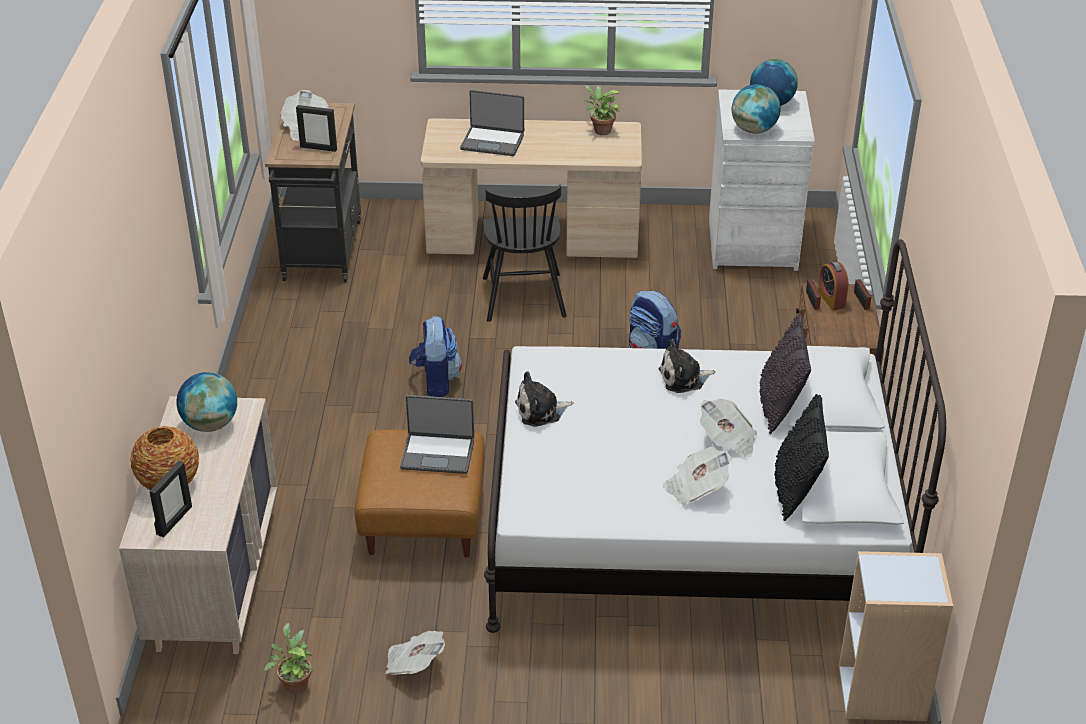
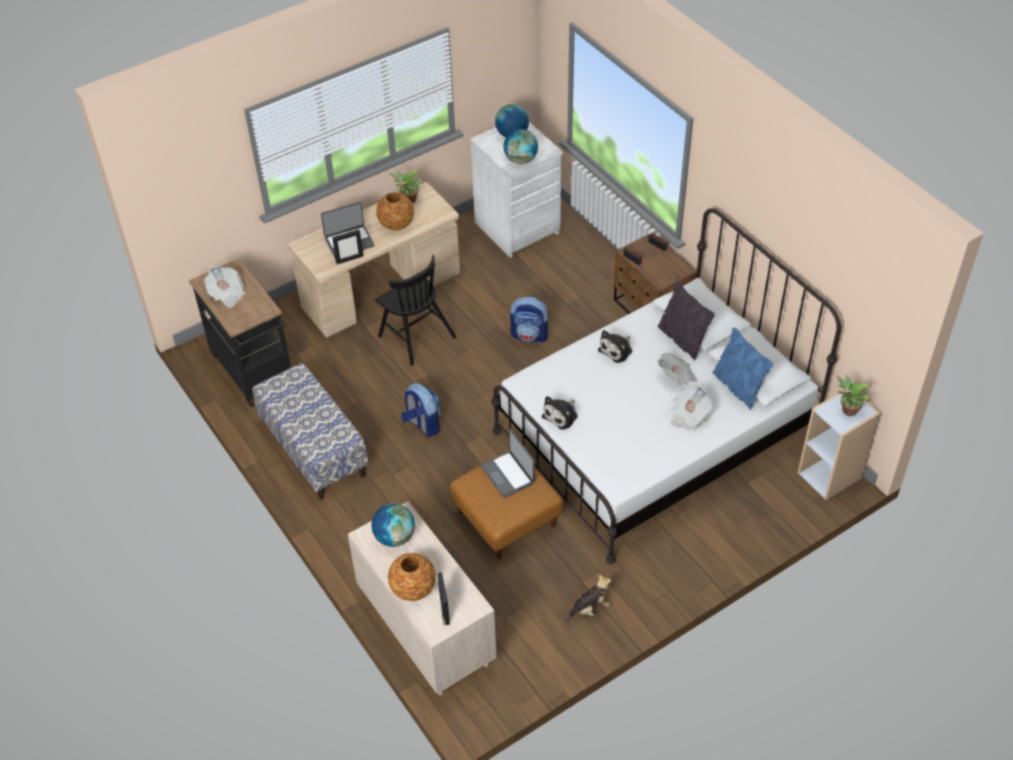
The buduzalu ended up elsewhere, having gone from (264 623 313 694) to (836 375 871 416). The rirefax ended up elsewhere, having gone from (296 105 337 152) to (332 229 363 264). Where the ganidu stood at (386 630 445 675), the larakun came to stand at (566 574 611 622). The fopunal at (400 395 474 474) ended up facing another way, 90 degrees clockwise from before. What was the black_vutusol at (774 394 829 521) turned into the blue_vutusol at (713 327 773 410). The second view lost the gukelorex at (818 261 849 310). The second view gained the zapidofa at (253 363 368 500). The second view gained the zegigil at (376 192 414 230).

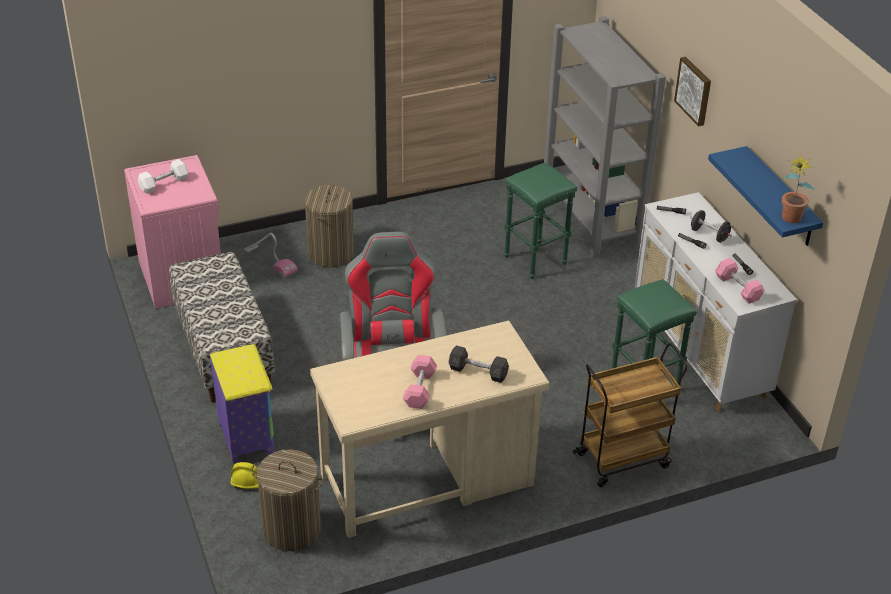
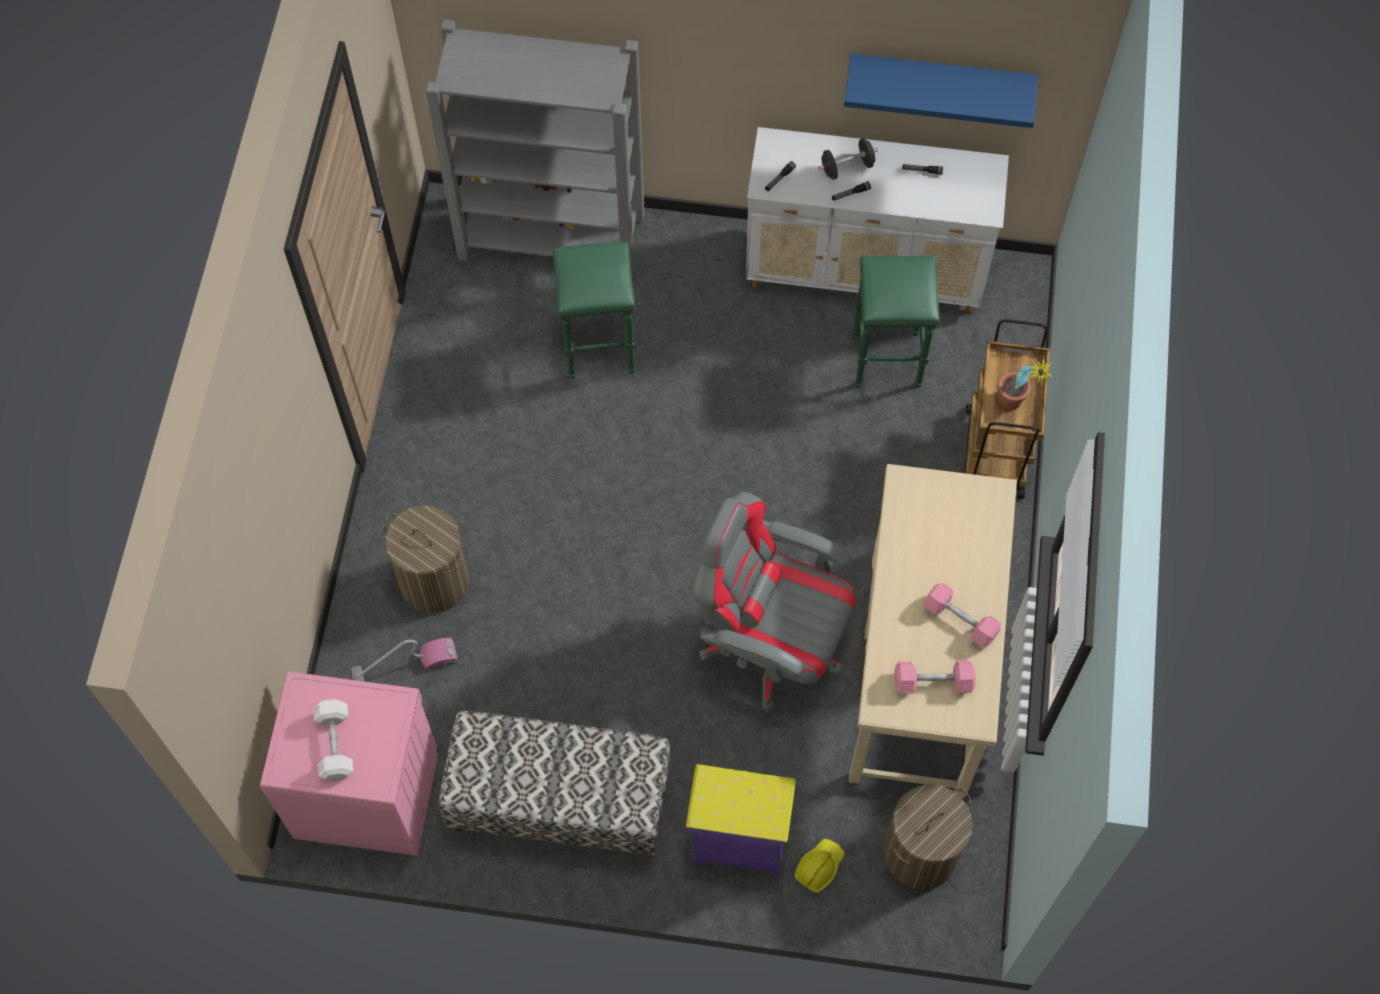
The second view lost the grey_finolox at (449 345 509 383). The second view lost the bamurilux at (674 57 711 126). The pink_finolox ended up elsewhere, having gone from (715 258 765 304) to (895 661 976 694). The buduzalu ended up elsewhere, having gone from (782 156 815 223) to (997 356 1053 410).

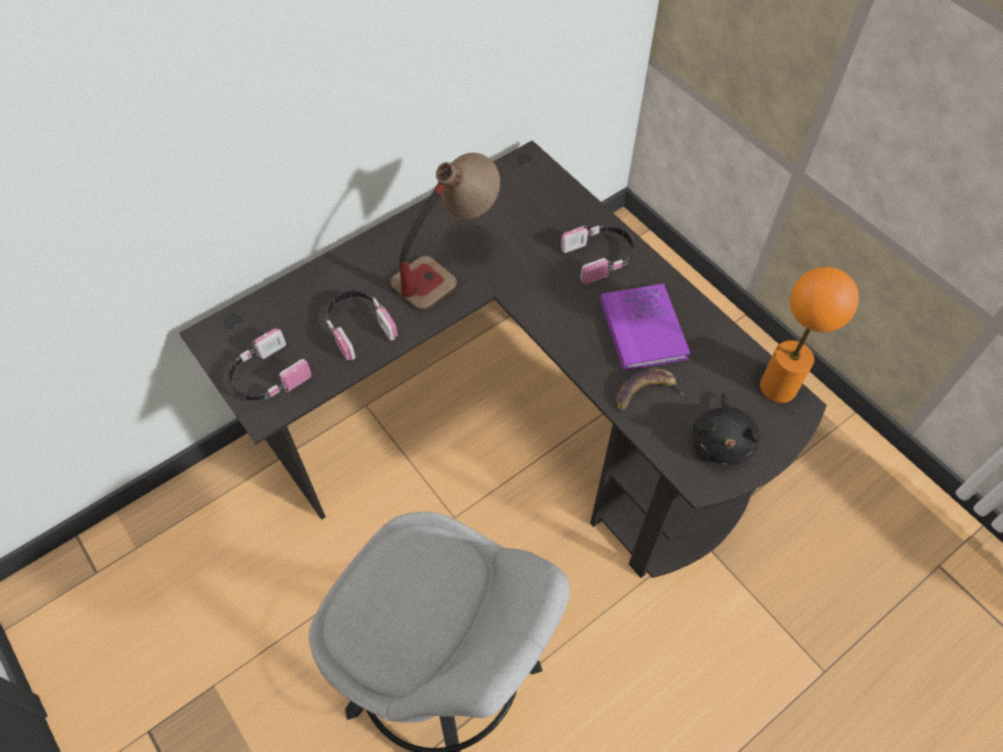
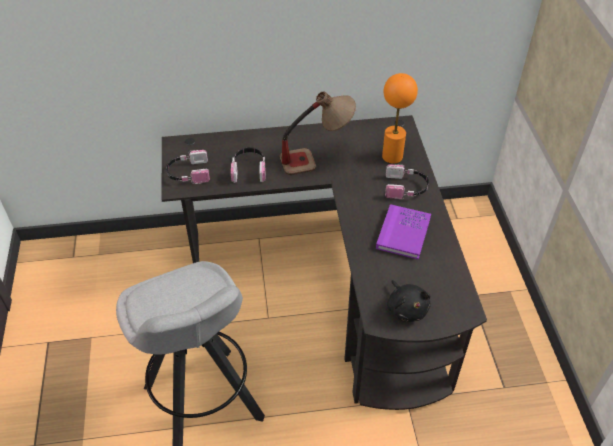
The second view lost the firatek at (616 368 685 412). The black_larakun at (693 393 760 466) ended up facing another way, 60 degrees counterclockwise from before. The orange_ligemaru ended up elsewhere, having gone from (760 267 859 403) to (382 73 418 164).

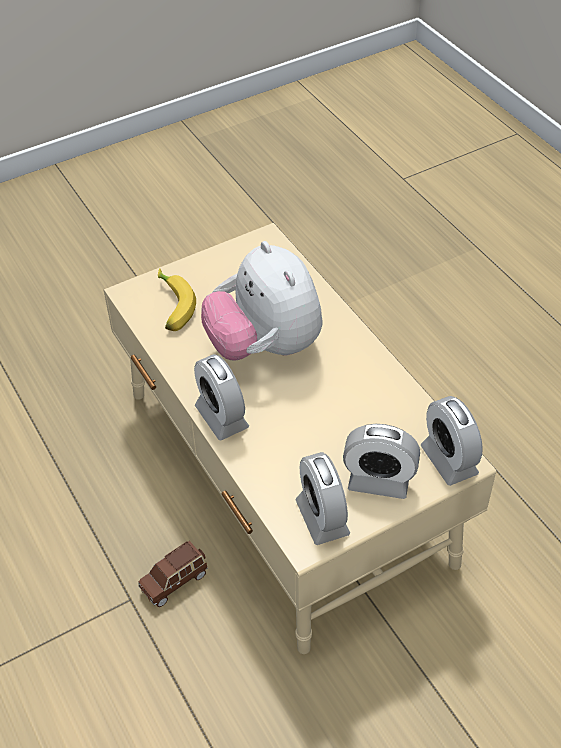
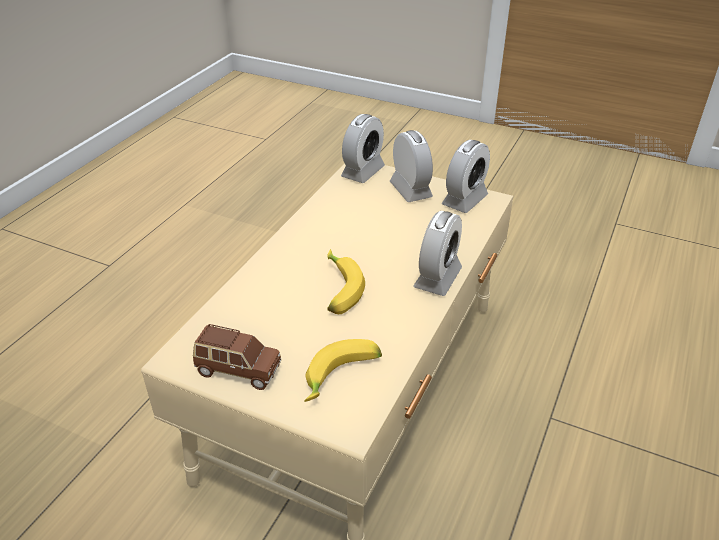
The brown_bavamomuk ended up elsewhere, having gone from (139 541 208 607) to (193 324 281 390). Where the larakun stood at (201 241 323 361), the firatek came to stand at (327 249 365 314).

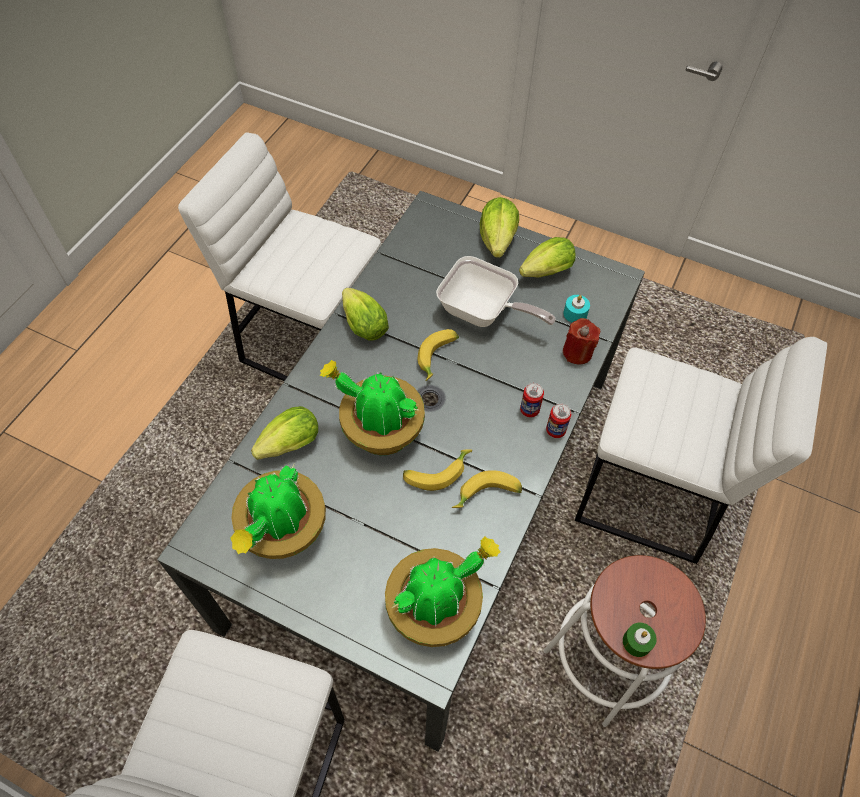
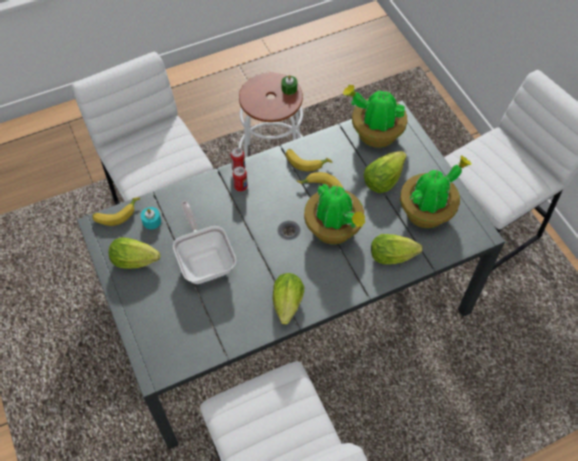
The firatek ended up elsewhere, having gone from (418 329 459 381) to (92 197 140 226). The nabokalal ended up elsewhere, having gone from (480 197 519 258) to (364 151 407 193). The second view lost the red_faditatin at (563 318 600 365).

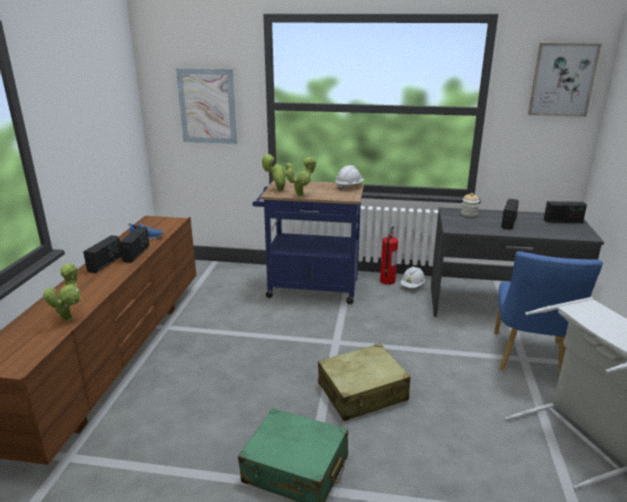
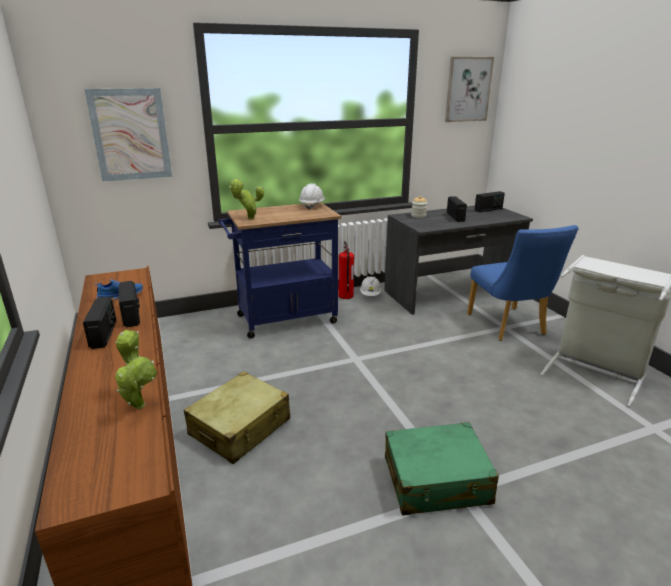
The second view lost the buduzalu at (286 157 316 197). The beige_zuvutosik ended up elsewhere, having gone from (318 343 410 421) to (184 371 290 464).

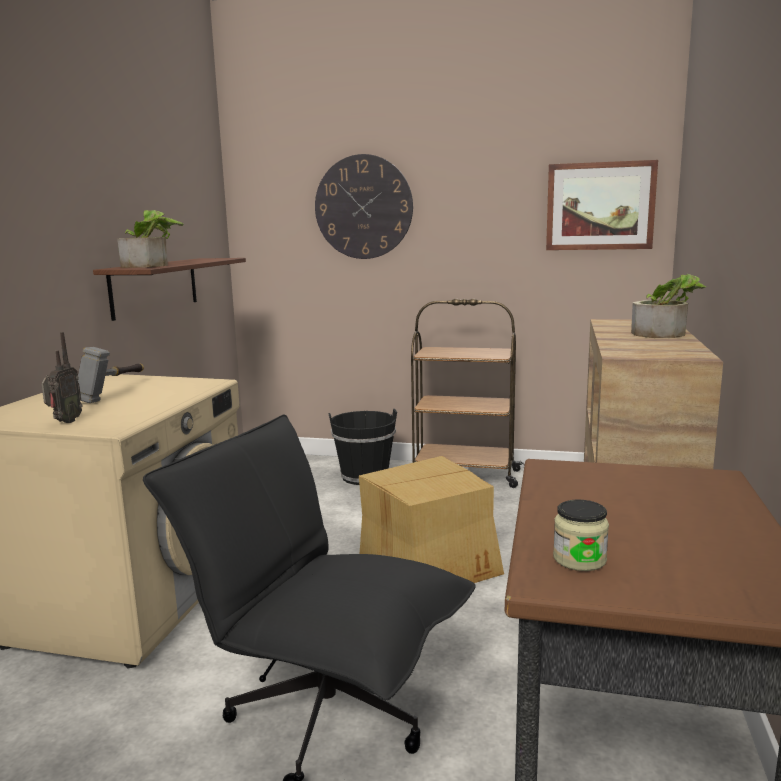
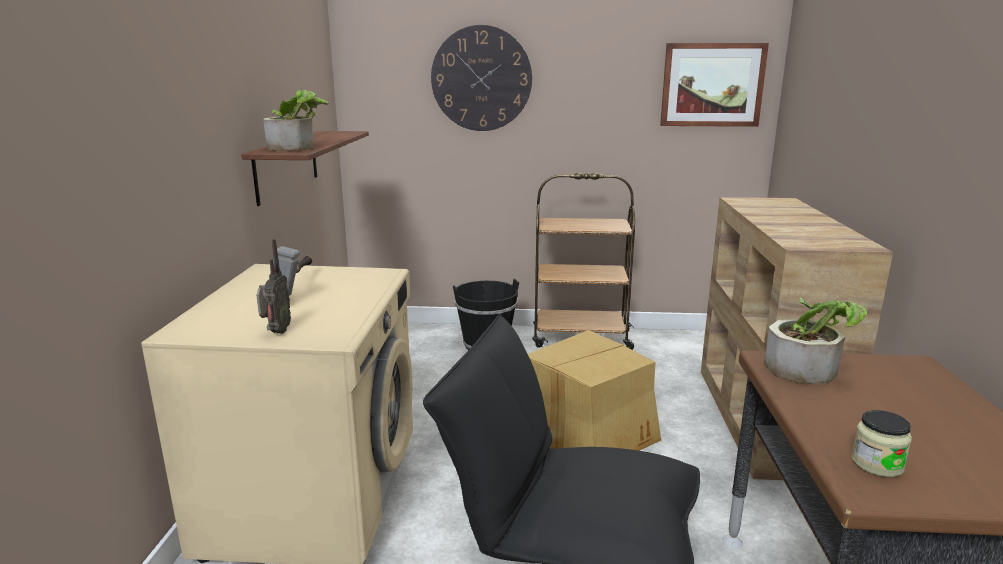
The buduzalu ended up elsewhere, having gone from (631 274 706 338) to (764 298 867 384).

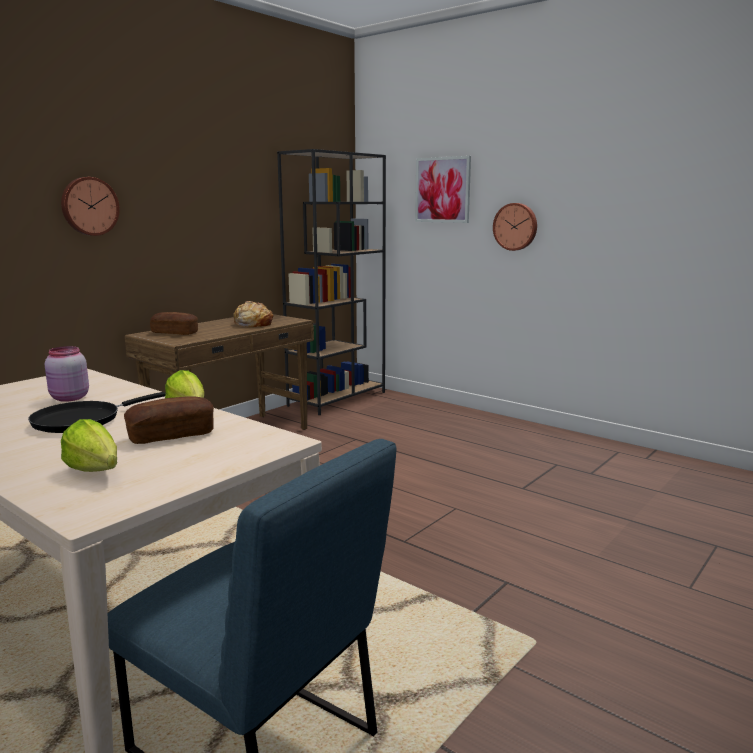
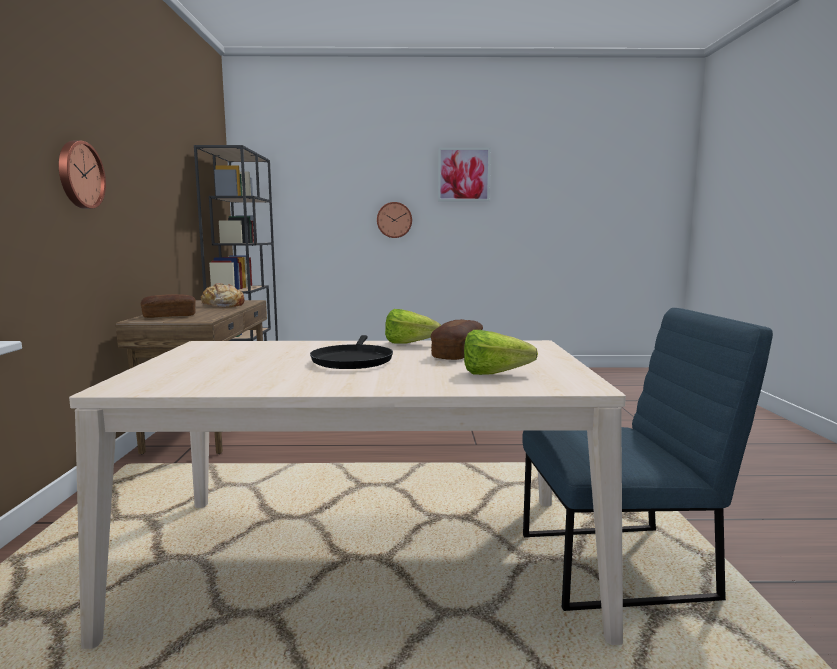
The second view lost the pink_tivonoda at (45 346 89 402). The bamurilux ended up elsewhere, having gone from (415 156 471 223) to (438 147 491 201).

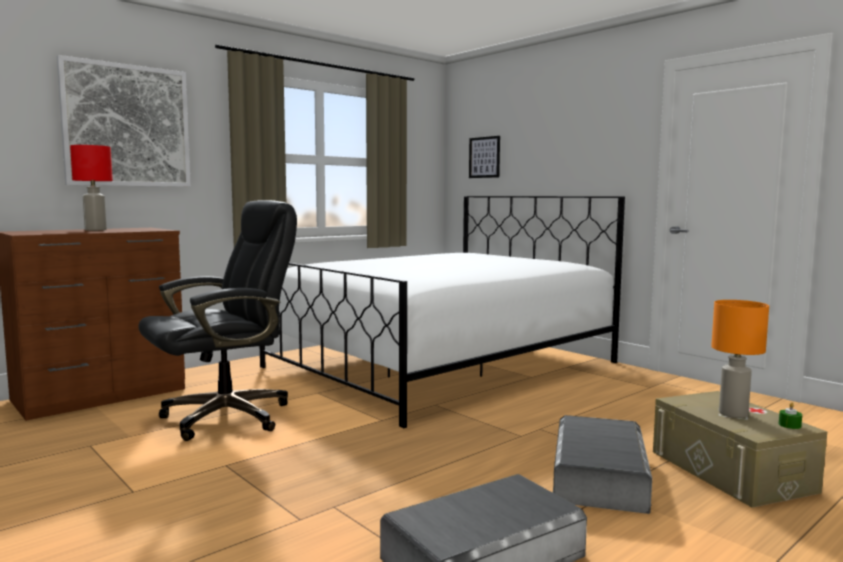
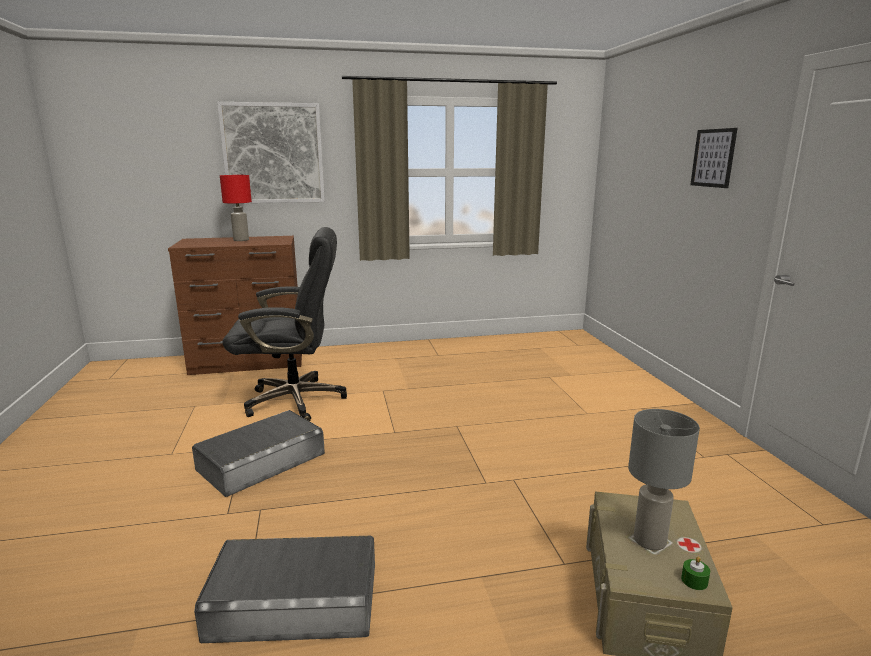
The second view lost the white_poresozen at (260 196 625 428). The bamurilux ended up elsewhere, having gone from (469 136 500 178) to (690 128 738 188). The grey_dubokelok ended up elsewhere, having gone from (553 415 652 514) to (192 410 325 497). What was the orange_ligemaru at (711 300 769 418) turned into the grey_ligemaru at (628 409 700 550).

